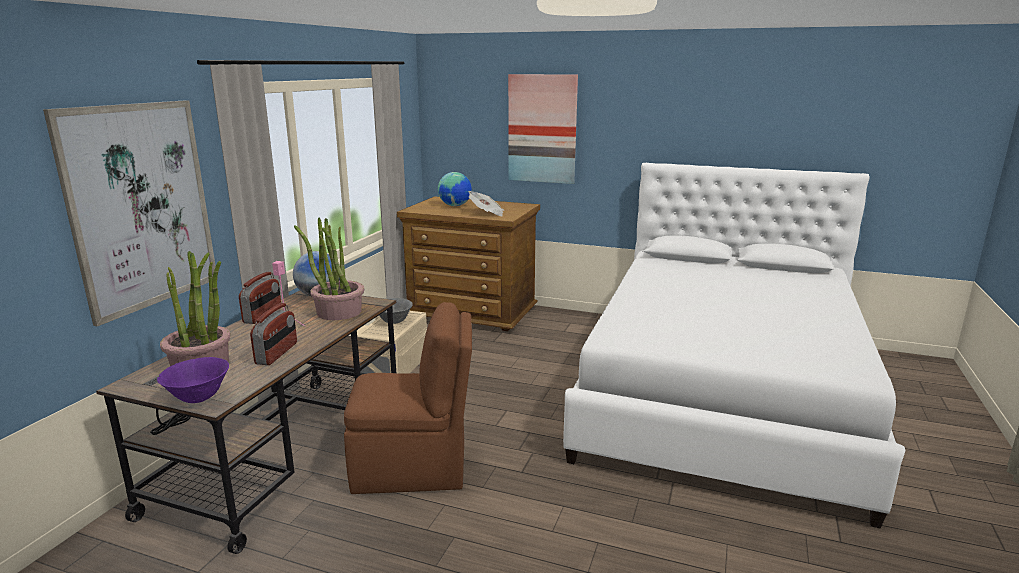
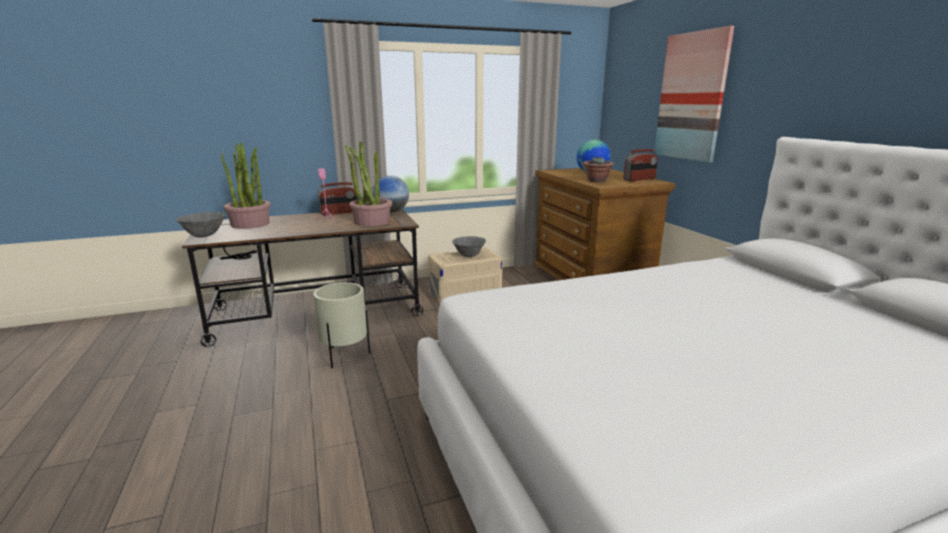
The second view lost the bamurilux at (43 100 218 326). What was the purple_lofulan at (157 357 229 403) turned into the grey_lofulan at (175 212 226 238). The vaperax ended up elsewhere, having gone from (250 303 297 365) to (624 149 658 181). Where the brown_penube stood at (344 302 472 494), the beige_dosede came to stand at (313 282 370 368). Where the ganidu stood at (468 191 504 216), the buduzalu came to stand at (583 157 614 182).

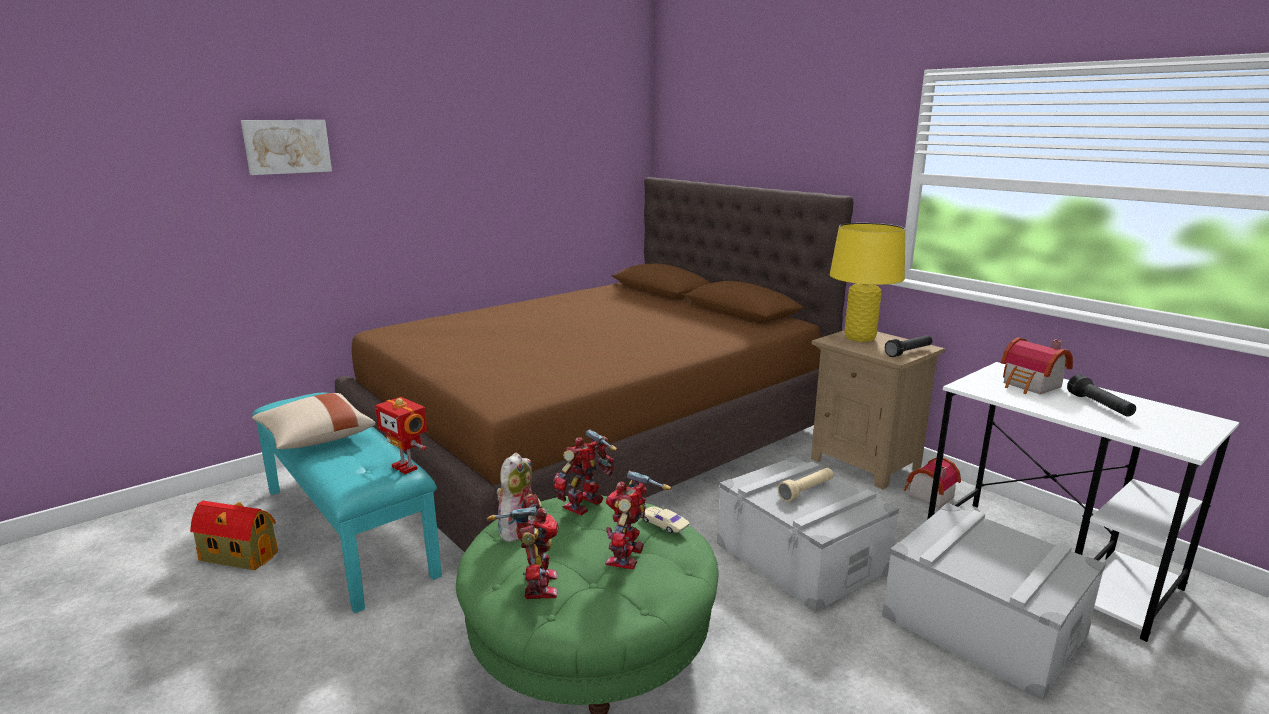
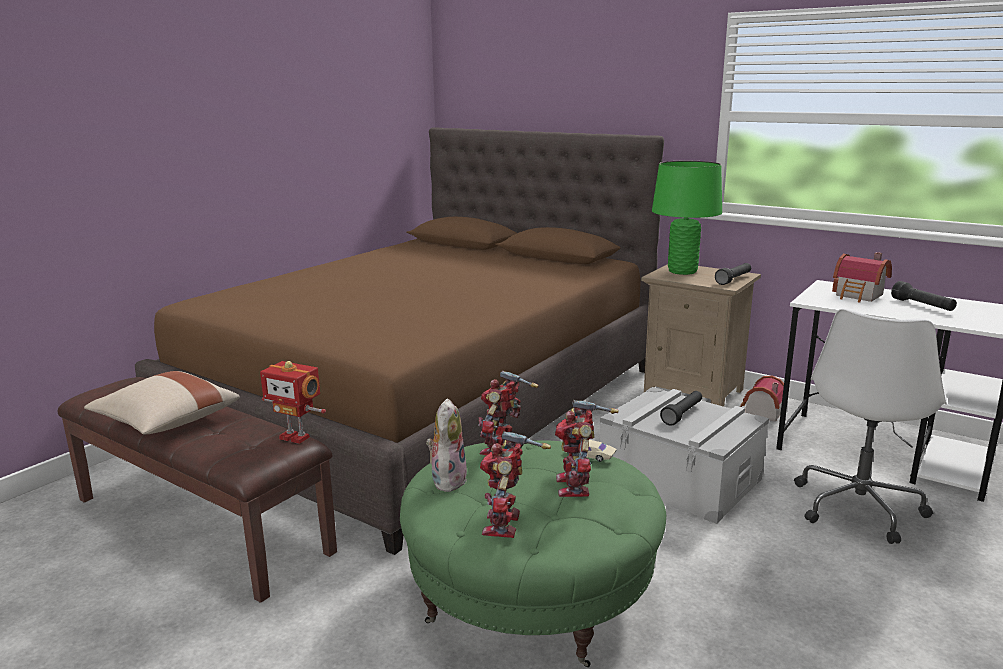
The second view lost the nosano at (190 501 278 570). The second view lost the bamurilux at (241 120 332 175). What was the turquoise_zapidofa at (252 393 442 613) turned into the brown_zapidofa at (58 377 337 603). The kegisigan at (487 494 559 599) ended up facing another way, 150 degrees counterclockwise from before. What was the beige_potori at (778 468 833 502) turned into the black_potori at (660 391 702 426). What was the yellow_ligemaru at (830 223 905 342) turned into the green_ligemaru at (652 161 722 275). Where the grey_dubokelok stood at (882 503 1106 701), the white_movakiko came to stand at (794 308 947 544).

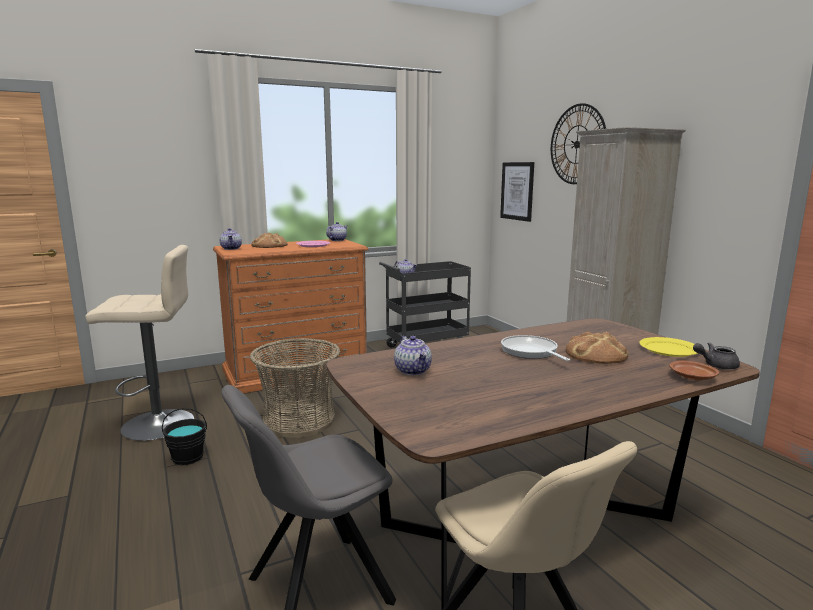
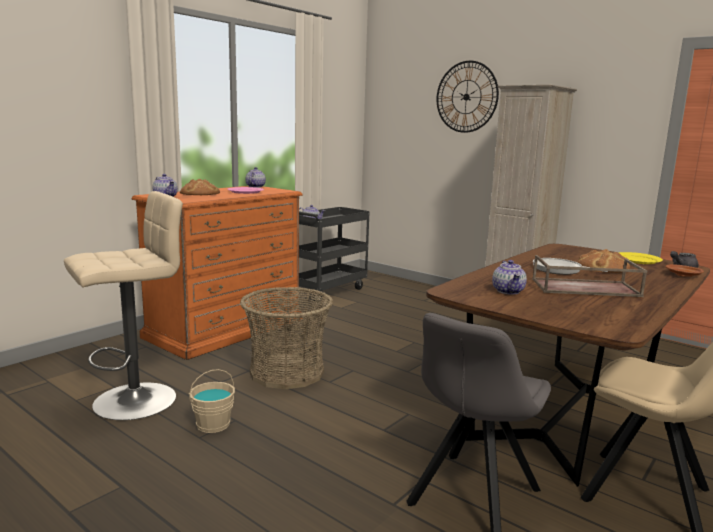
What was the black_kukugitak at (162 408 207 465) turned into the beige_kukugitak at (189 369 235 433). The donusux at (394 336 432 375) ended up facing another way, 45 degrees clockwise from before. The second view lost the bamurilux at (500 162 534 222). The second view gained the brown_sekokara at (532 255 648 297).

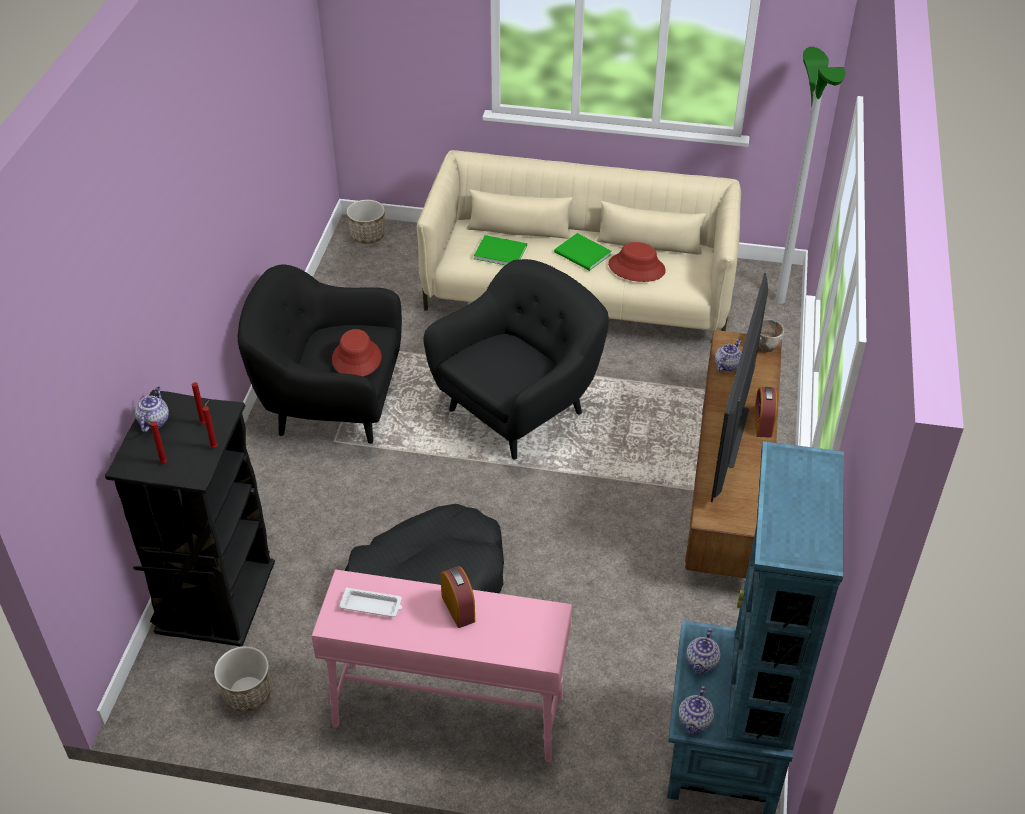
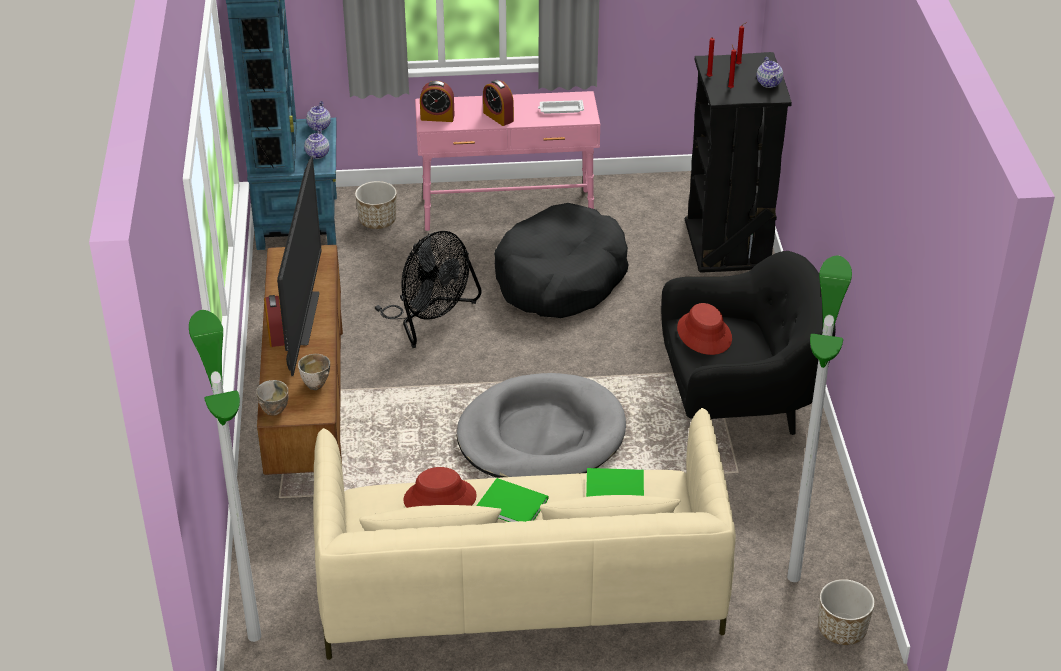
The dosede ended up elsewhere, having gone from (214 646 271 712) to (355 181 397 229). Where the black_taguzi stood at (423 259 609 459), the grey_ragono came to stand at (457 373 626 478). Where the donusux stood at (715 339 741 372), the lofulan came to stand at (298 354 330 390). The second view gained the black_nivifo at (375 231 482 348). The second view gained the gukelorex at (420 81 454 122). The second view gained the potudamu at (787 256 852 582).

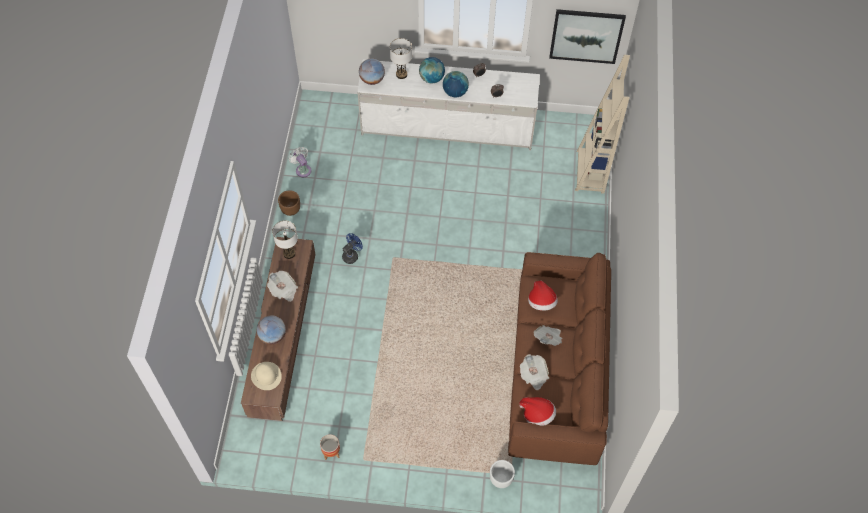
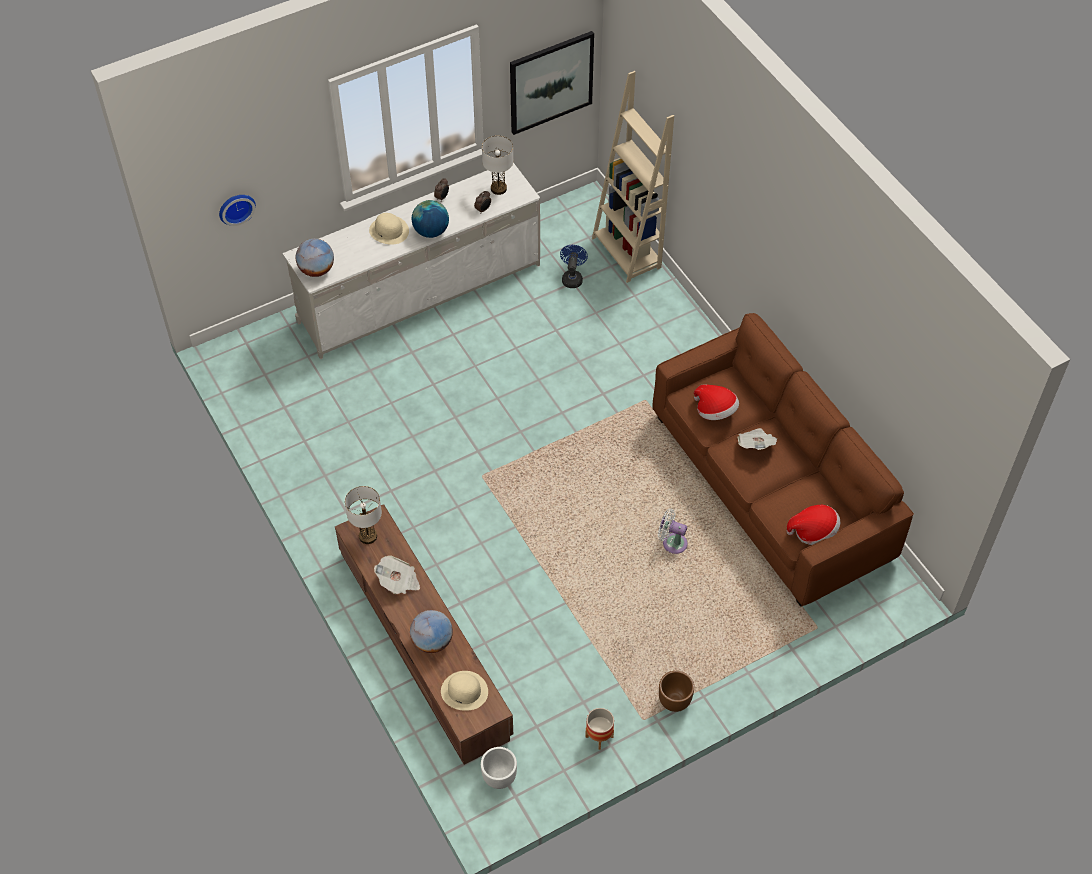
The brown_dosede ended up elsewhere, having gone from (278 190 300 216) to (659 671 694 712). The white_nivifo ended up elsewhere, having gone from (289 147 312 177) to (658 509 688 554). The blue_nivifo ended up elsewhere, having gone from (342 233 363 264) to (560 245 588 288). The ligemaru ended up elsewhere, having gone from (390 38 412 79) to (482 136 513 195). Where the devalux stood at (419 57 445 83), the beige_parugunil came to stand at (369 213 409 245). The white_dosede ended up elsewhere, having gone from (490 460 515 488) to (481 747 517 789). The second view lost the ganidu at (520 354 550 390). The second view gained the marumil at (219 195 256 226).

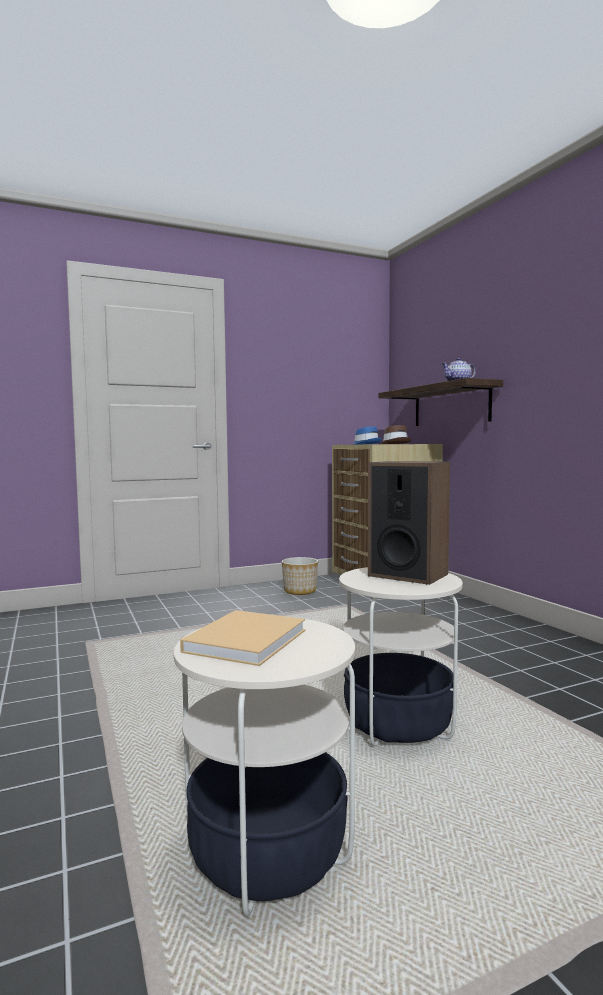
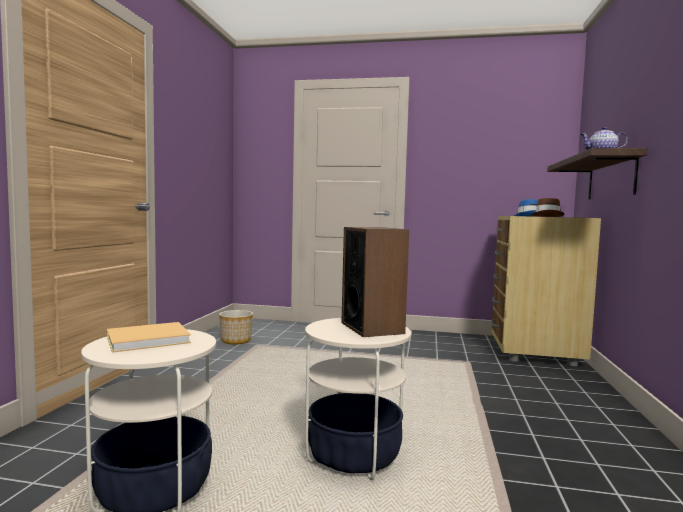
The dosede ended up elsewhere, having gone from (282 557 318 595) to (219 310 253 344).

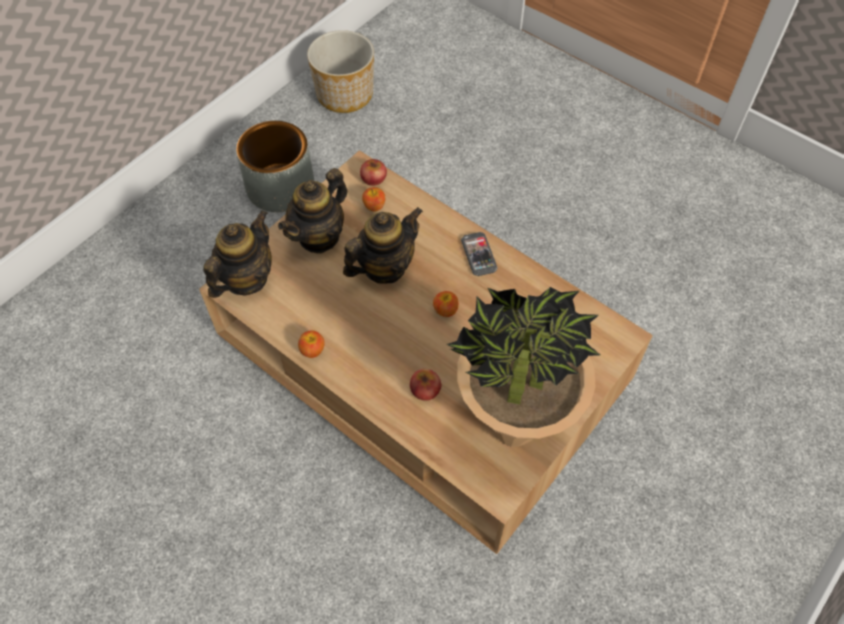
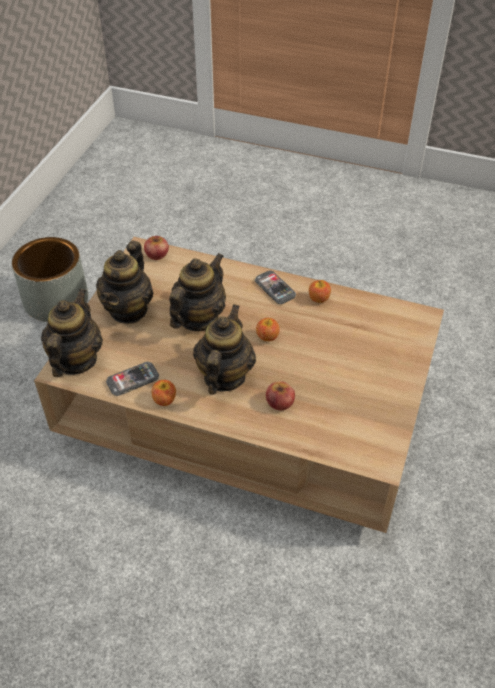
The second view lost the dosede at (307 30 374 113). The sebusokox ended up elsewhere, having gone from (362 187 385 211) to (309 280 331 303). The second view lost the buduzalu at (446 287 600 447). The second view gained the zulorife at (106 362 159 396). The second view gained the donusux at (193 304 256 395).

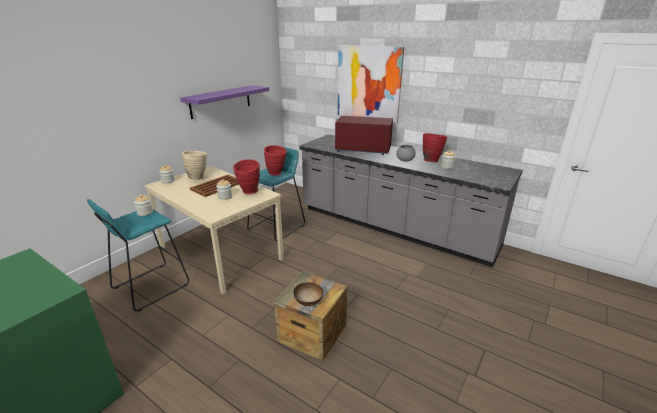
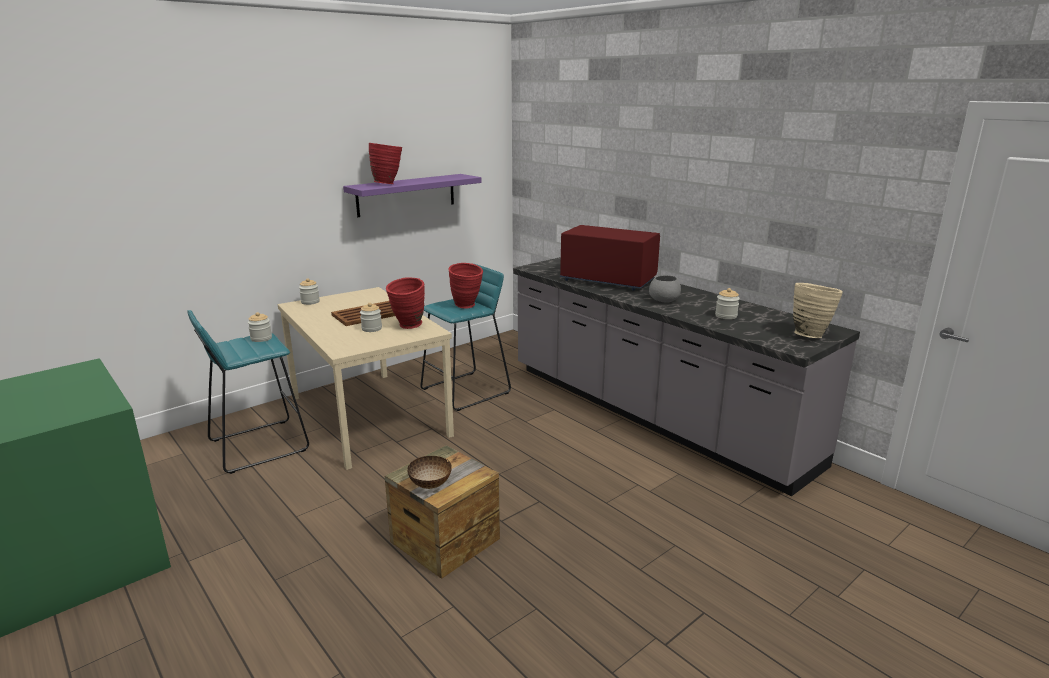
The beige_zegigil ended up elsewhere, having gone from (182 151 207 180) to (793 283 843 338). The second view lost the bamurilux at (338 45 404 124). The red_zegigil ended up elsewhere, having gone from (423 133 447 162) to (369 143 402 184).

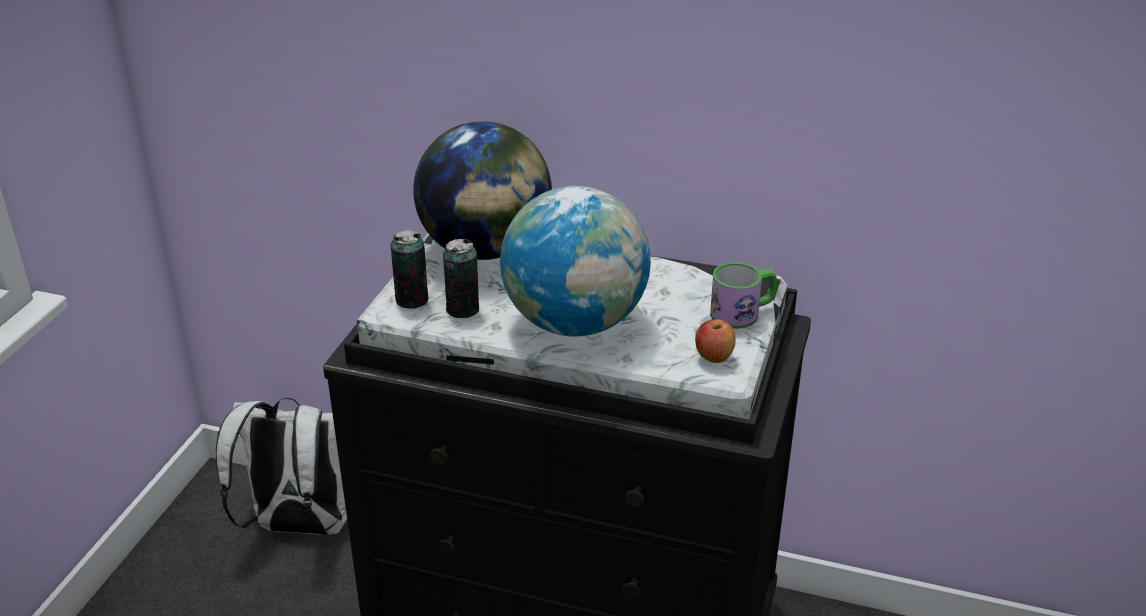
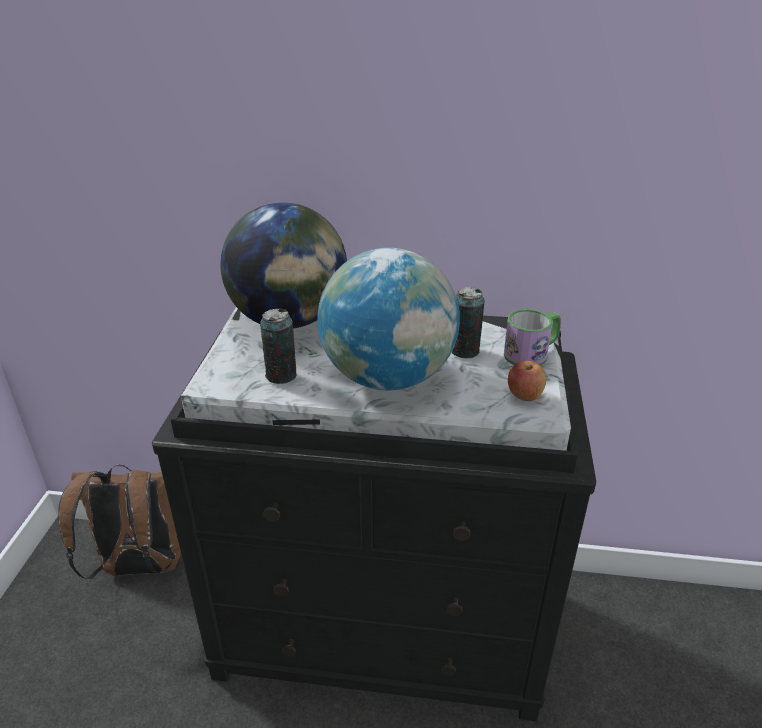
What was the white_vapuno at (216 397 347 535) turned into the brown_vapuno at (58 465 181 579). The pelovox ended up elsewhere, having gone from (391 230 428 309) to (451 287 485 358).

